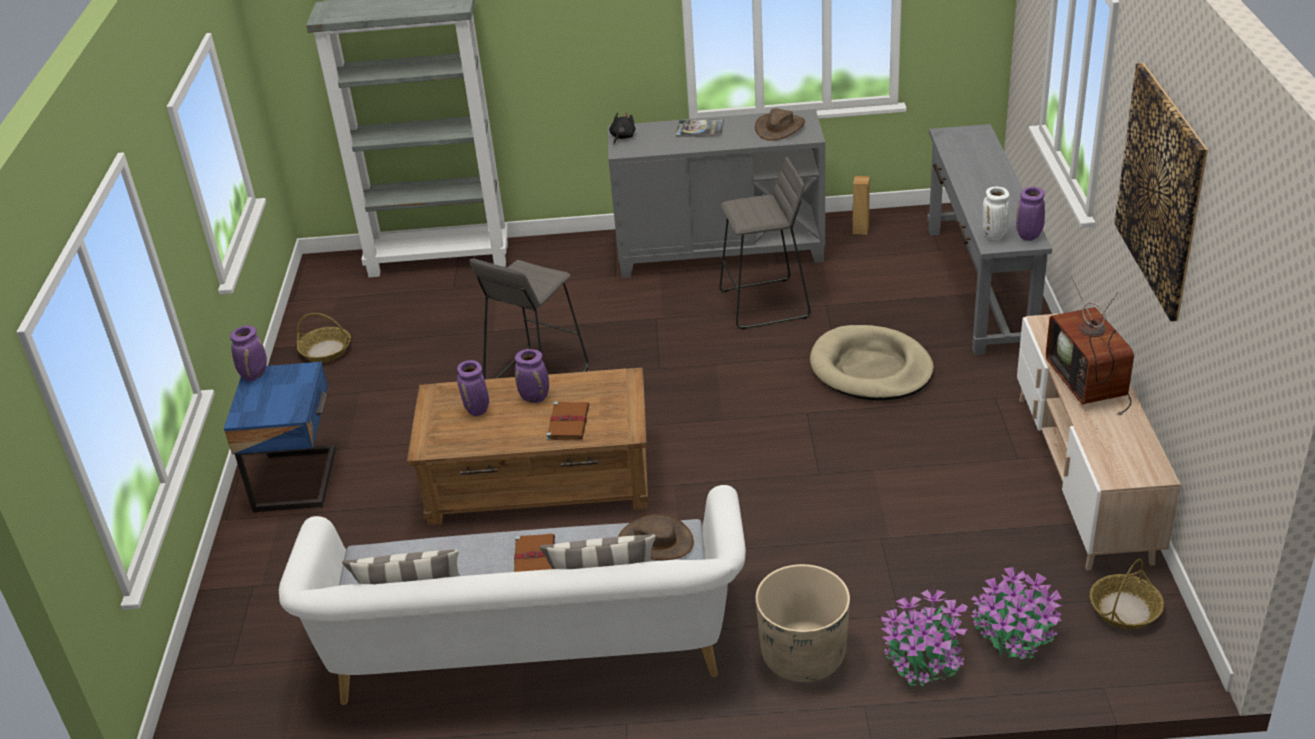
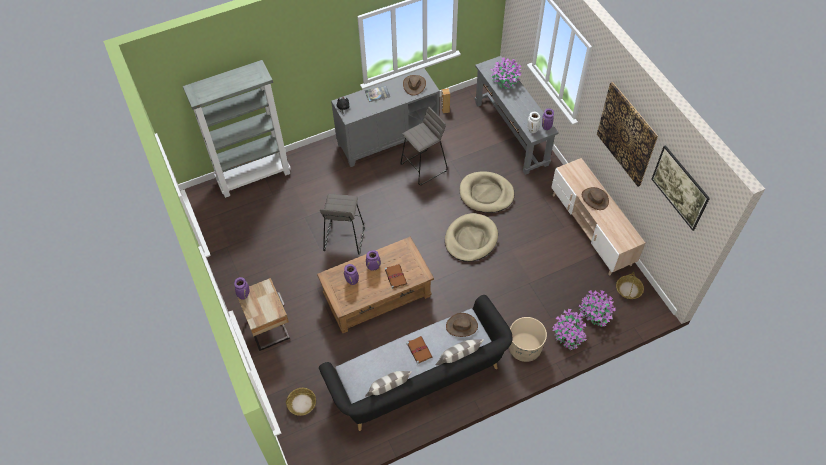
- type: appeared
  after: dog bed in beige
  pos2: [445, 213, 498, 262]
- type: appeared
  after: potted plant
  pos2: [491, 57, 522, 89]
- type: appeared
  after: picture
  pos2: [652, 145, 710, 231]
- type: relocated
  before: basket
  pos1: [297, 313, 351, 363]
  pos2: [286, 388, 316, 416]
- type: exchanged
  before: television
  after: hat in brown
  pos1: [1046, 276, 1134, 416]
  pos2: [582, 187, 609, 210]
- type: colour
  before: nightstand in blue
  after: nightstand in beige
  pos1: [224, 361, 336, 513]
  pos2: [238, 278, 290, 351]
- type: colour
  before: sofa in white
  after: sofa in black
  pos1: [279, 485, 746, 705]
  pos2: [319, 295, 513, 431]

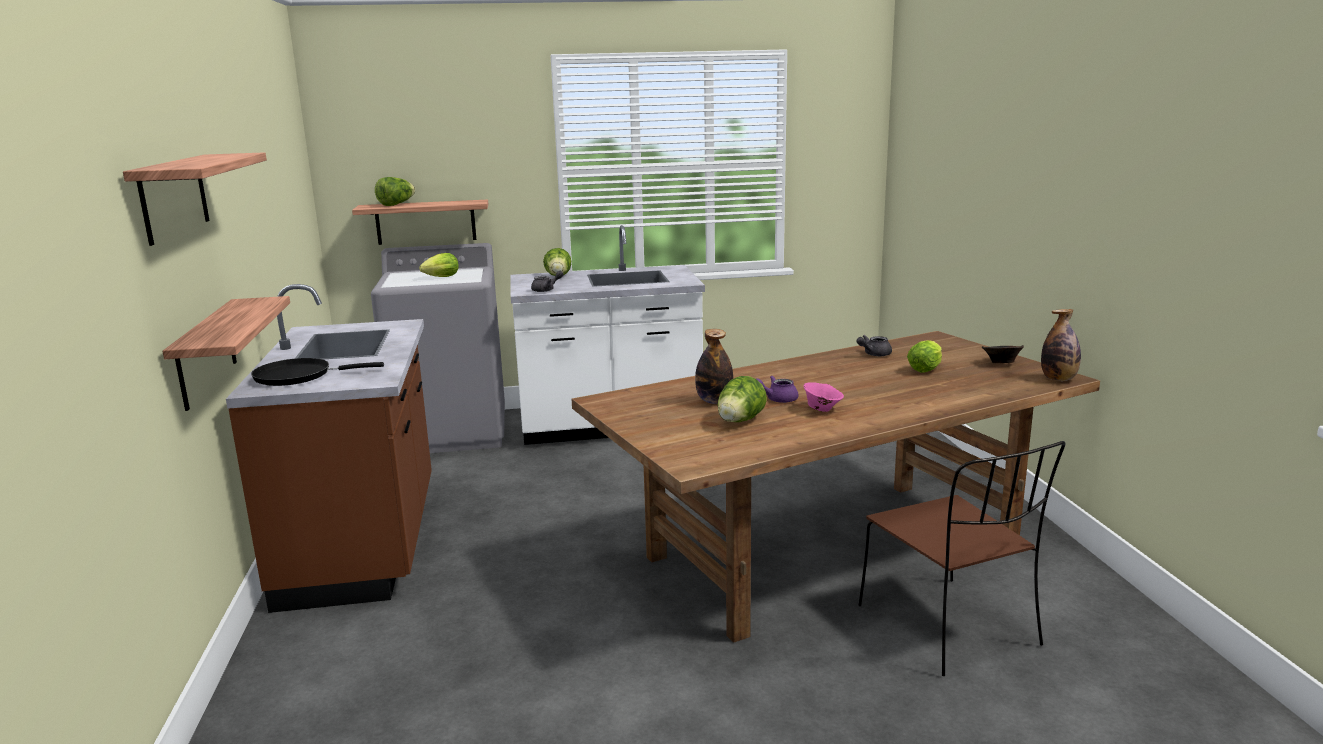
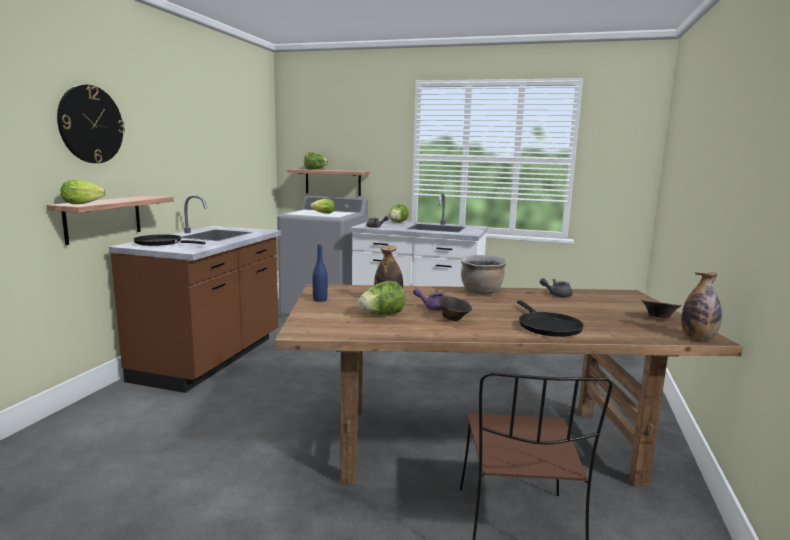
- type: appeared
  after: bottle in blue
  pos2: [313, 244, 328, 302]
- type: appeared
  after: cooking pot in brown
  pos2: [461, 255, 507, 294]
- type: appeared
  after: frying pan in black
  pos2: [517, 300, 584, 337]
- type: relocated
  before: lettuce
  pos1: [907, 340, 942, 373]
  pos2: [60, 180, 106, 204]
- type: exchanged
  before: shelf
  after: wall clock
  pos1: [123, 152, 267, 246]
  pos2: [57, 85, 125, 163]
- type: colour
  before: bowl in pink
  after: bowl in brown
  pos1: [803, 382, 844, 412]
  pos2: [438, 296, 472, 321]

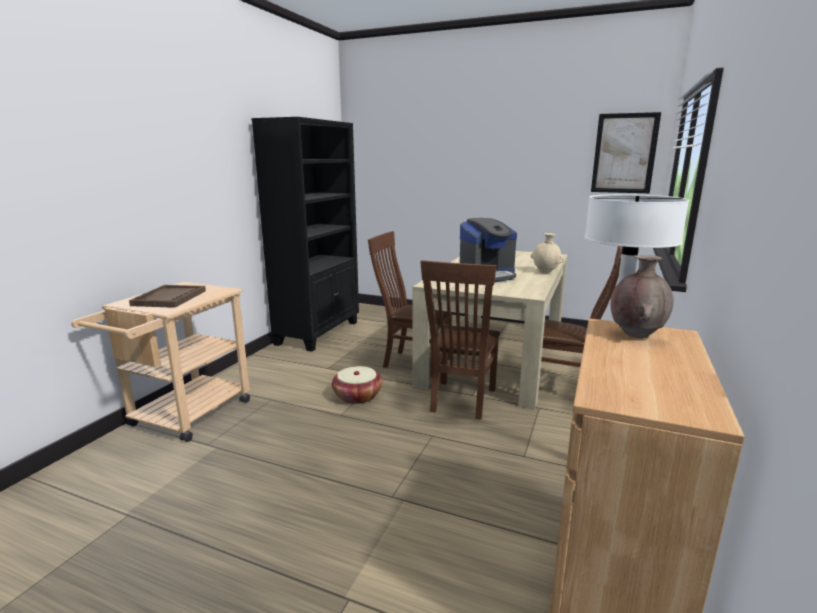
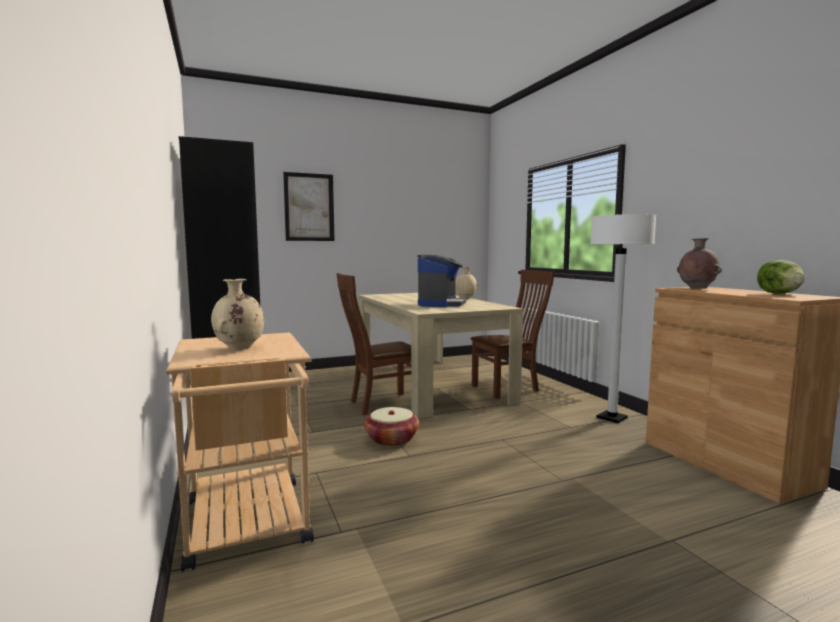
- type: missing
  before: chair in brown
  pos1: [420, 260, 500, 420]
- type: appeared
  after: lettuce
  pos2: [757, 260, 805, 294]
- type: relocated
  before: picture
  pos1: [591, 112, 661, 193]
  pos2: [283, 172, 335, 241]
- type: exchanged
  before: tray in brown
  after: vase in beige
  pos1: [129, 285, 206, 308]
  pos2: [211, 279, 264, 350]

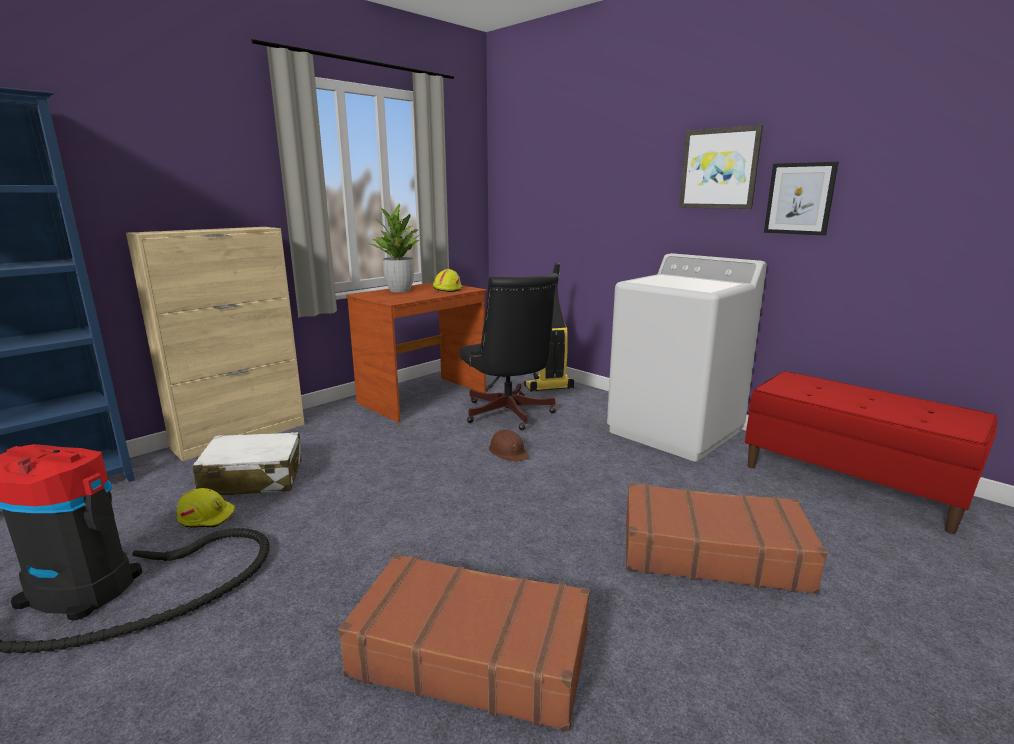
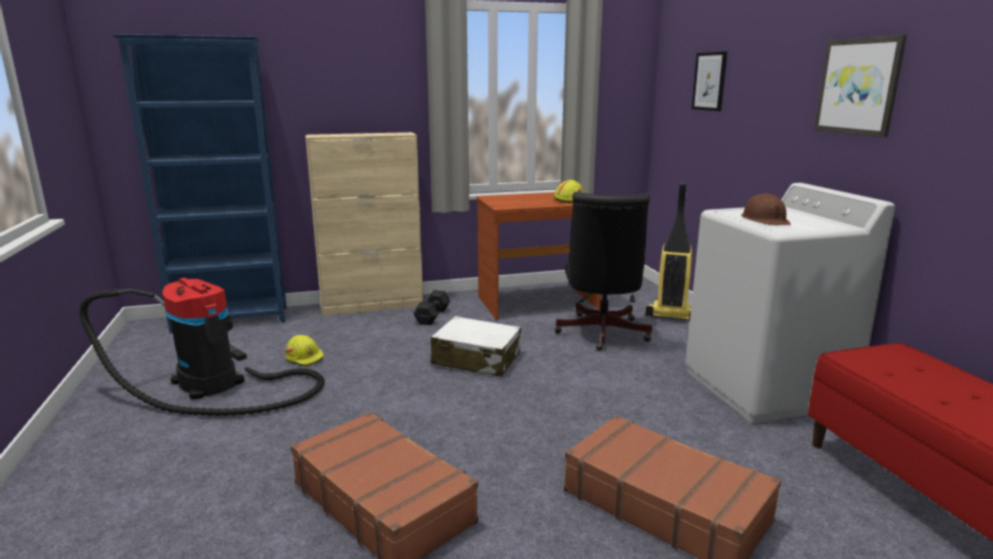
- type: missing
  before: potted plant
  pos1: [371, 204, 419, 293]
- type: appeared
  after: dumbbell in black
  pos2: [413, 290, 450, 325]
- type: relocated
  before: suitcase in white
  pos1: [193, 432, 302, 495]
  pos2: [431, 316, 521, 377]
- type: relocated
  before: hard hat in brown
  pos1: [489, 430, 530, 462]
  pos2: [741, 193, 791, 225]
- type: relocated
  before: picture
  pos1: [764, 162, 839, 236]
  pos2: [692, 51, 727, 111]

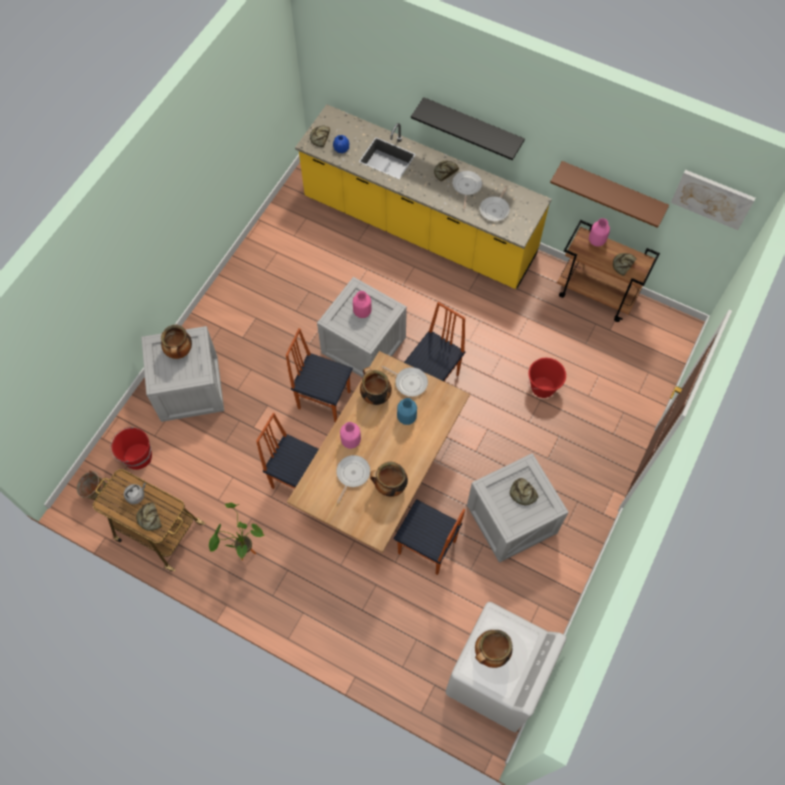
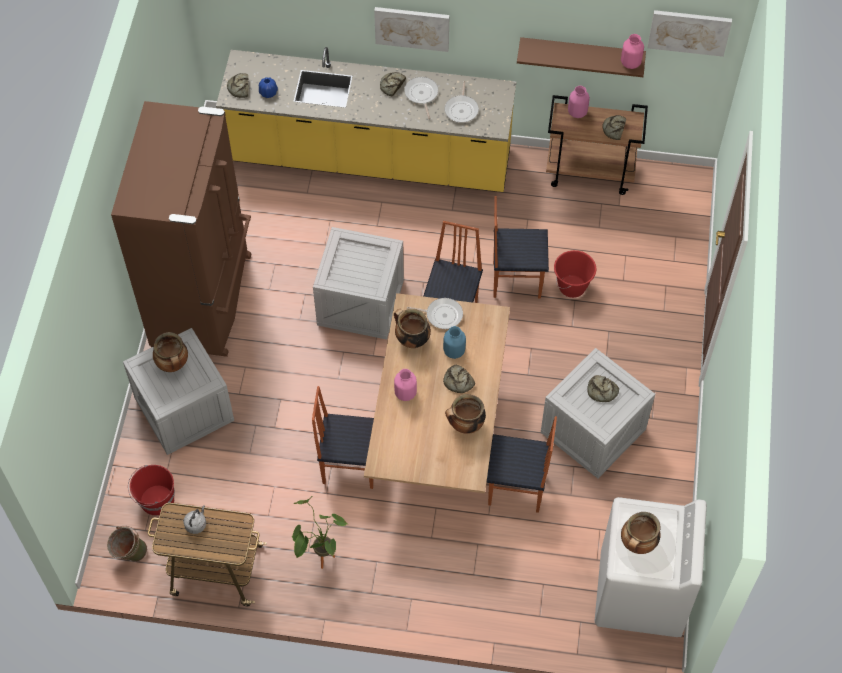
- type: missing
  before: frying pan
  pos1: [336, 455, 370, 503]
- type: appeared
  after: fridge in brown
  pos2: [111, 101, 251, 357]
- type: relocated
  before: bread
  pos1: [136, 502, 162, 531]
  pos2: [443, 365, 475, 393]
- type: relocated
  before: chair
  pos1: [286, 328, 353, 422]
  pos2: [493, 196, 549, 298]
- type: relocated
  before: vase in pink
  pos1: [353, 291, 371, 318]
  pos2: [621, 34, 644, 69]
- type: exchanged
  before: shelf in black
  after: picture
  pos1: [411, 97, 525, 160]
  pos2: [374, 7, 450, 52]

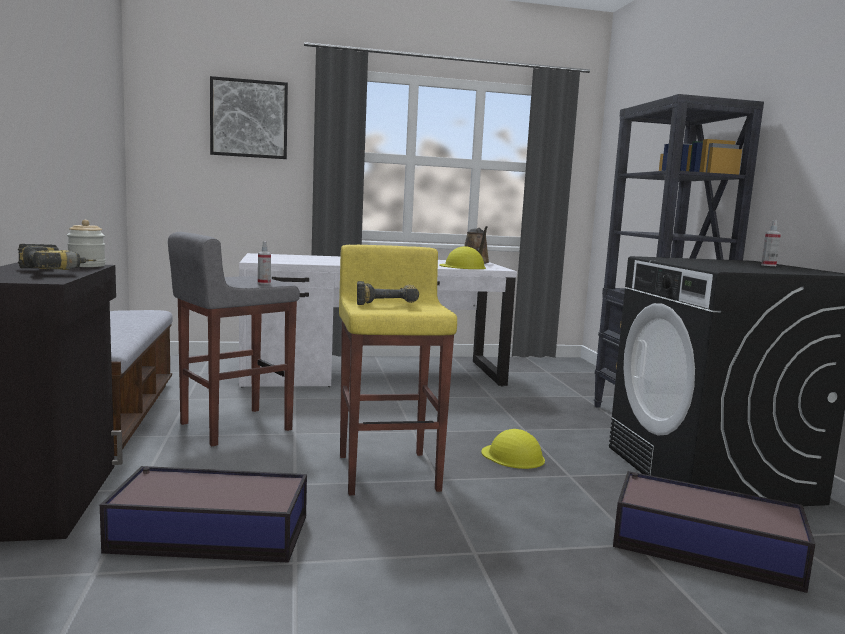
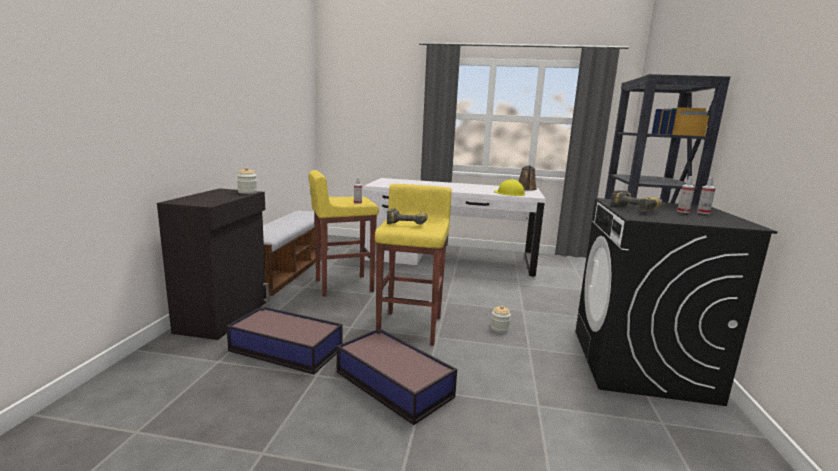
- type: missing
  before: picture
  pos1: [210, 76, 288, 159]
- type: appeared
  after: spray bottle
  pos2: [677, 176, 695, 213]
- type: relocated
  before: power drill
  pos1: [18, 244, 97, 270]
  pos2: [611, 191, 666, 210]
- type: relocated
  before: storage box
  pos1: [613, 471, 815, 593]
  pos2: [337, 329, 457, 425]
- type: exchanged
  before: hard hat in yellow
  after: jar
  pos1: [481, 429, 545, 469]
  pos2: [491, 305, 511, 333]
- type: colour
  before: stool in grey
  after: stool in yellow
  pos1: [168, 232, 300, 446]
  pos2: [309, 170, 379, 297]

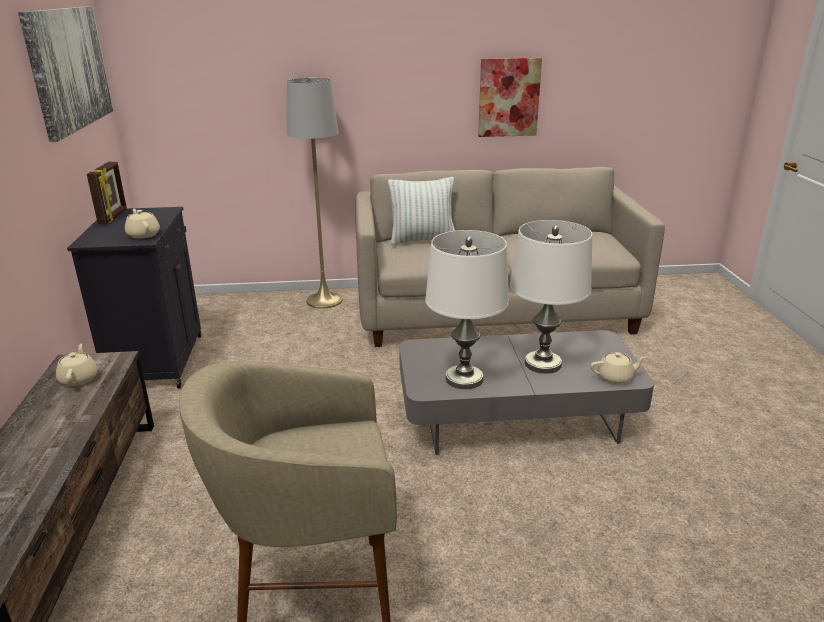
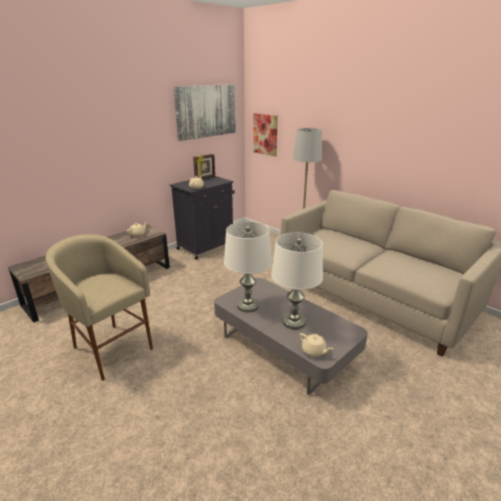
- type: missing
  before: pillow
  pos1: [388, 177, 455, 245]
- type: relocated
  before: picture
  pos1: [478, 58, 542, 137]
  pos2: [253, 113, 278, 156]

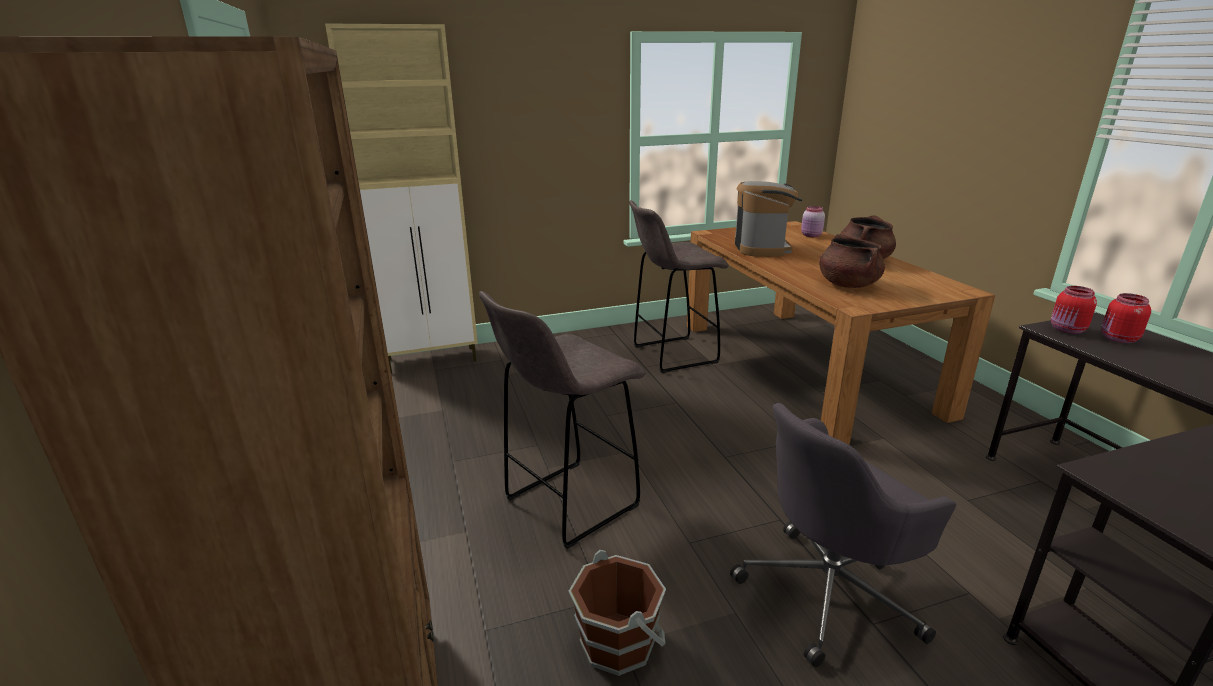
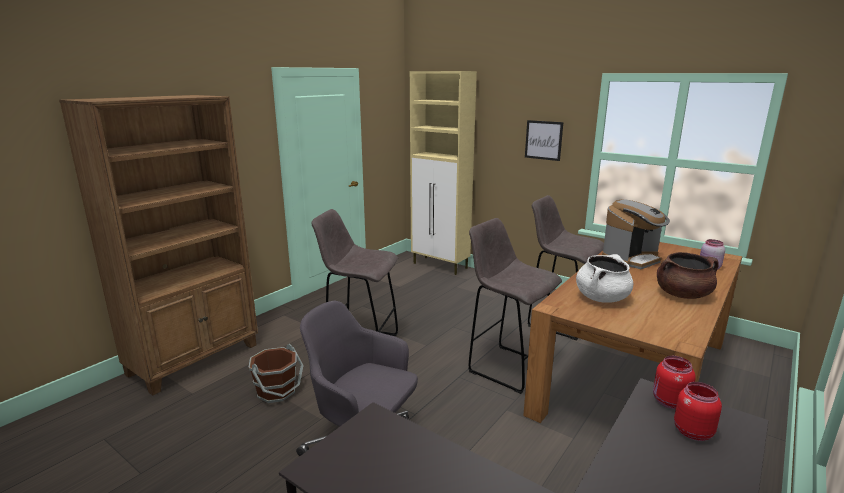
- type: appeared
  after: stool in grey
  pos2: [468, 218, 562, 394]
- type: appeared
  after: picture
  pos2: [525, 120, 563, 161]
- type: colour
  before: cooking pot in brown
  after: cooking pot in white
  pos1: [819, 234, 885, 288]
  pos2: [576, 254, 633, 303]

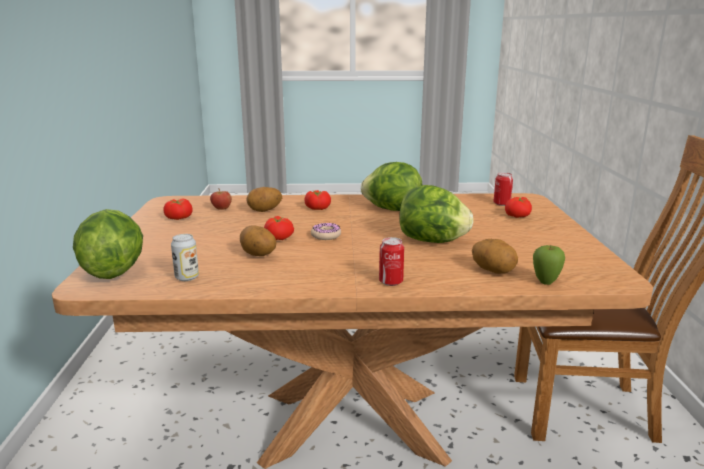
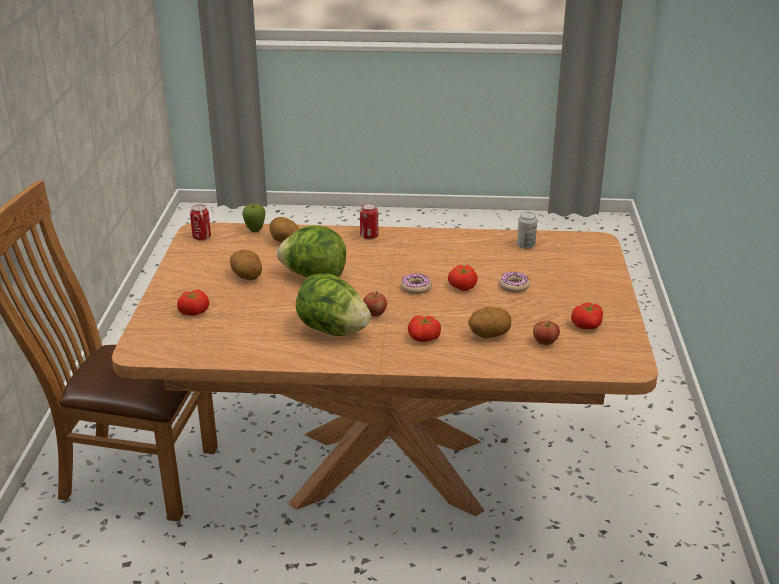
- type: missing
  before: lettuce
  pos1: [73, 209, 143, 279]
- type: appeared
  after: apple
  pos2: [363, 291, 387, 317]
- type: appeared
  after: donut
  pos2: [499, 272, 530, 292]
- type: relocated
  before: potato
  pos1: [240, 225, 277, 256]
  pos2: [230, 250, 262, 281]
- type: relocated
  before: can
  pos1: [493, 172, 513, 206]
  pos2: [190, 204, 211, 241]

